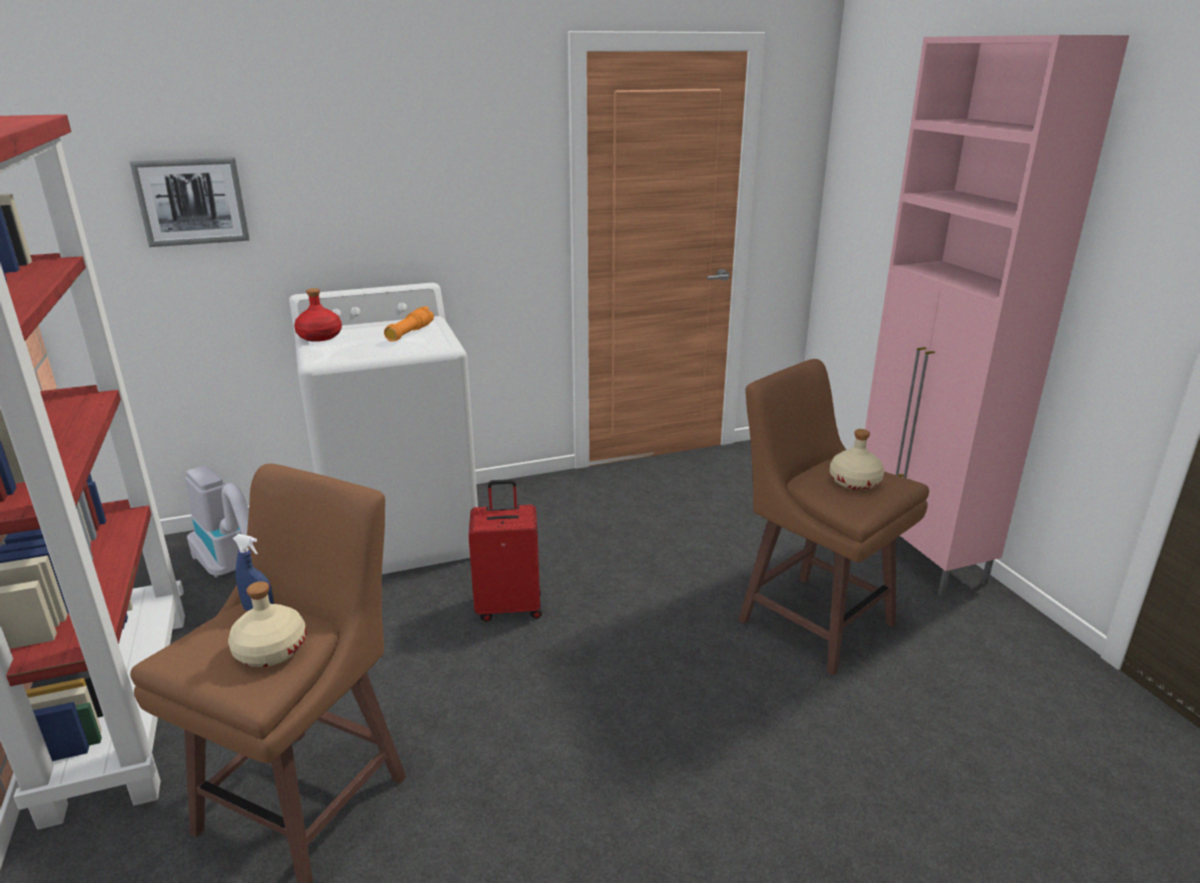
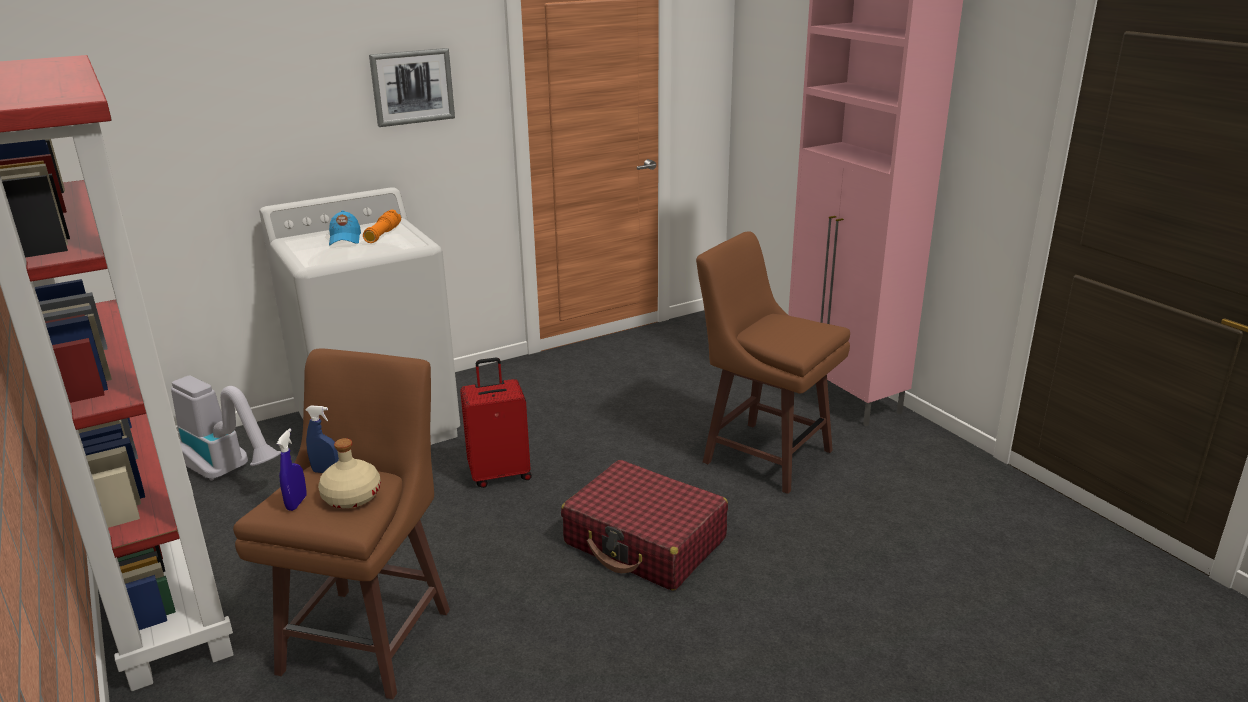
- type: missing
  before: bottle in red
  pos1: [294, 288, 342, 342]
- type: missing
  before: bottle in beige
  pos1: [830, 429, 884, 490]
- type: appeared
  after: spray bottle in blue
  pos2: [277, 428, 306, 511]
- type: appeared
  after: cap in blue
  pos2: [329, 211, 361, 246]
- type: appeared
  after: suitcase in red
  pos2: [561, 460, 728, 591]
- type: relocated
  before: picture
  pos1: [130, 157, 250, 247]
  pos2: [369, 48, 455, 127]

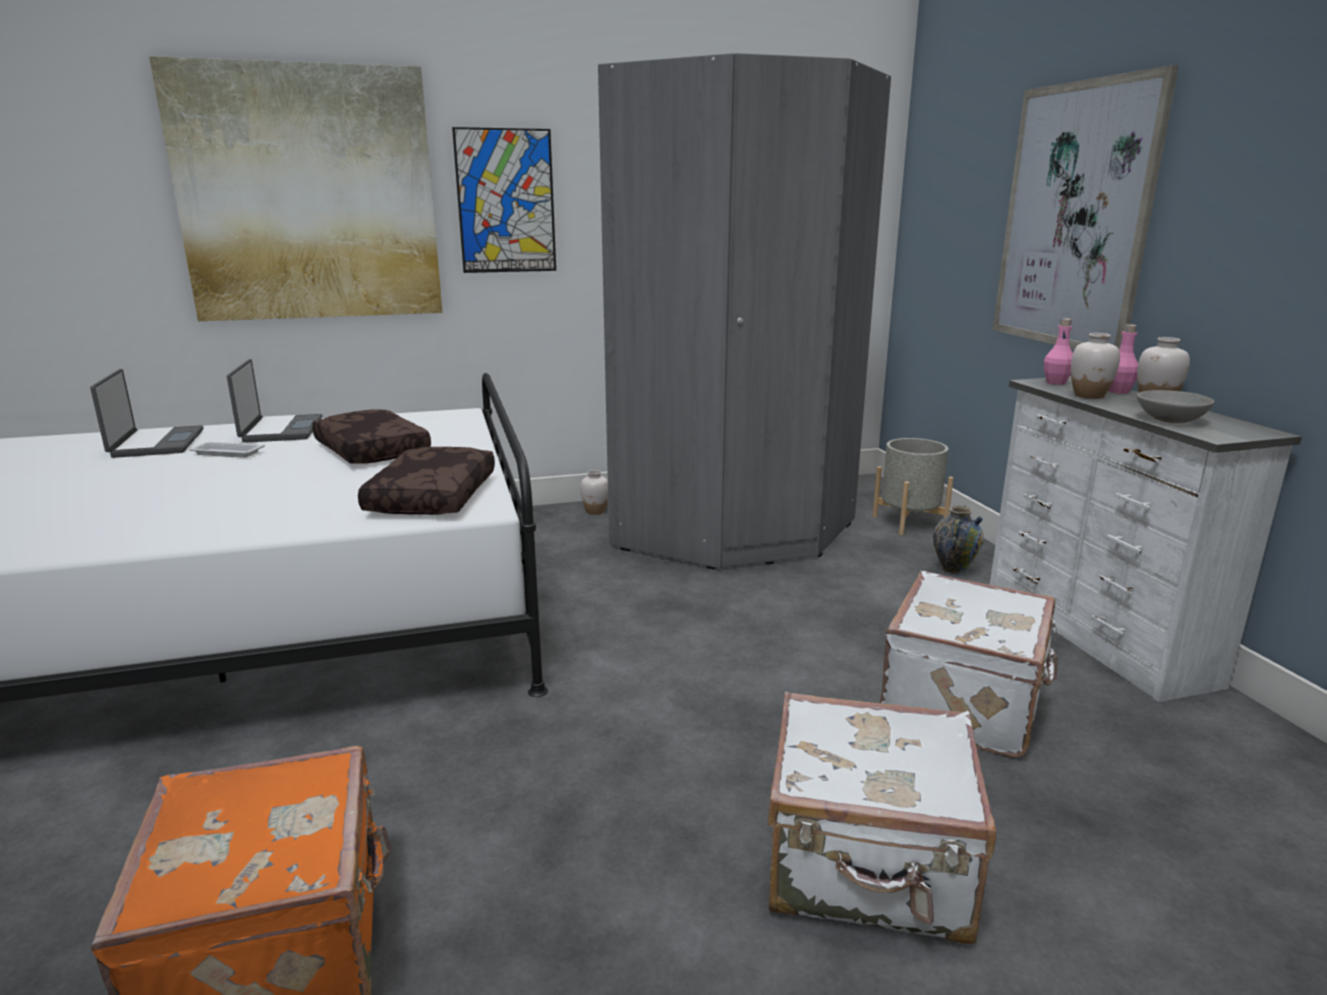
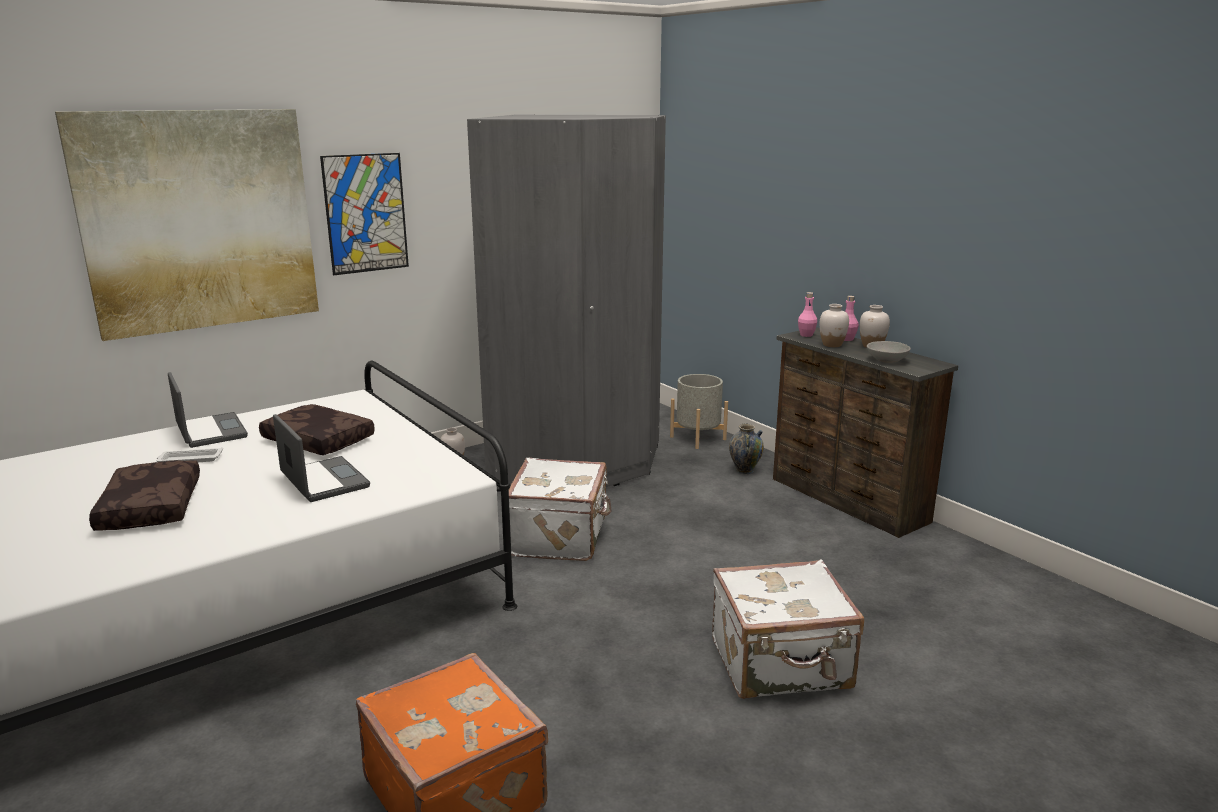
- type: missing
  before: picture
  pos1: [993, 65, 1179, 349]
- type: relocated
  before: laptop
  pos1: [90, 369, 204, 458]
  pos2: [273, 414, 370, 502]
- type: relocated
  before: pillow in brown
  pos1: [358, 447, 495, 515]
  pos2: [89, 460, 200, 531]
- type: relocated
  before: suitcase in white
  pos1: [880, 571, 1058, 758]
  pos2: [509, 458, 611, 561]
- type: colour
  before: dresser in white
  after: dresser in brown
  pos1: [990, 376, 1302, 702]
  pos2: [773, 327, 958, 538]

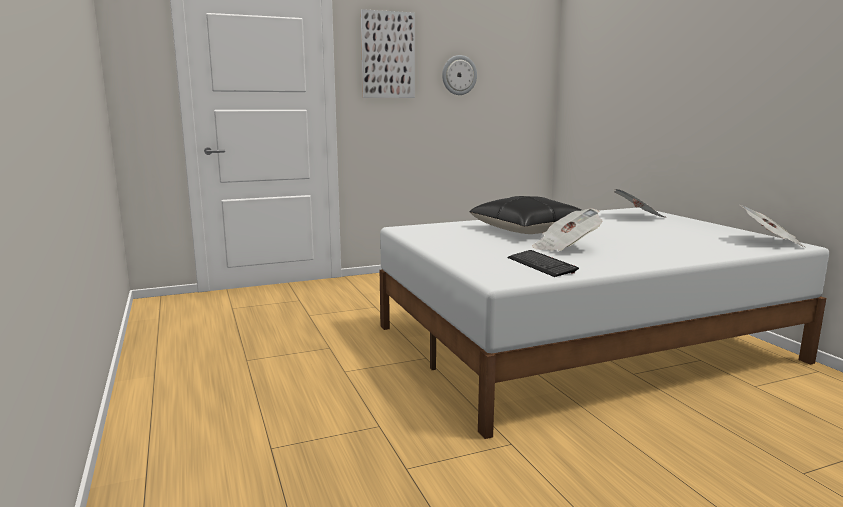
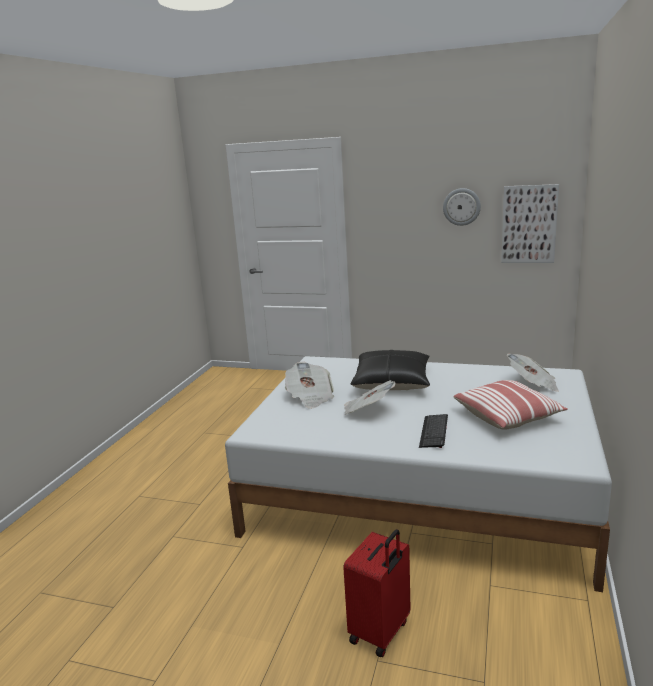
- type: appeared
  after: suitcase in red
  pos2: [343, 529, 410, 658]
- type: appeared
  after: pillow
  pos2: [453, 380, 568, 430]
- type: relocated
  before: picture
  pos1: [361, 9, 415, 98]
  pos2: [501, 184, 559, 263]
- type: relocated
  before: keyboard
  pos1: [508, 250, 579, 277]
  pos2: [419, 414, 448, 448]
- type: relocated
  before: newspaper
  pos1: [740, 205, 805, 247]
  pos2: [285, 362, 334, 409]

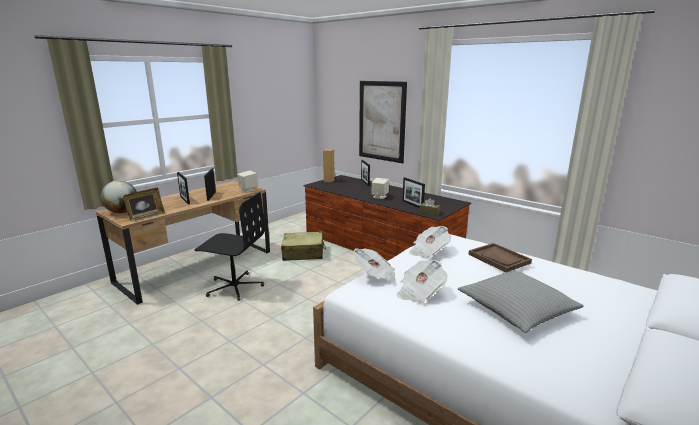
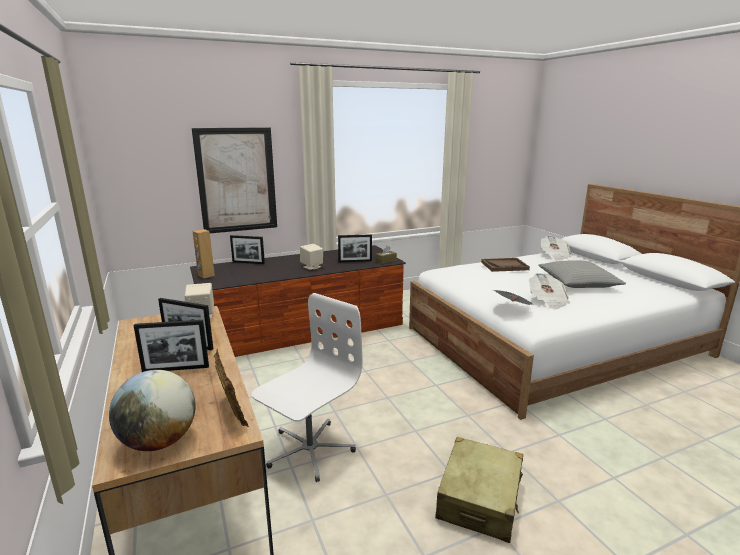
- type: relocated
  before: suitcase in beige
  pos1: [281, 231, 326, 261]
  pos2: [435, 437, 523, 543]
- type: relocated
  before: newspaper
  pos1: [409, 226, 451, 258]
  pos2: [541, 235, 571, 261]
- type: colour
  before: office chair in black
  after: office chair in white
  pos1: [195, 192, 265, 301]
  pos2: [252, 293, 363, 482]

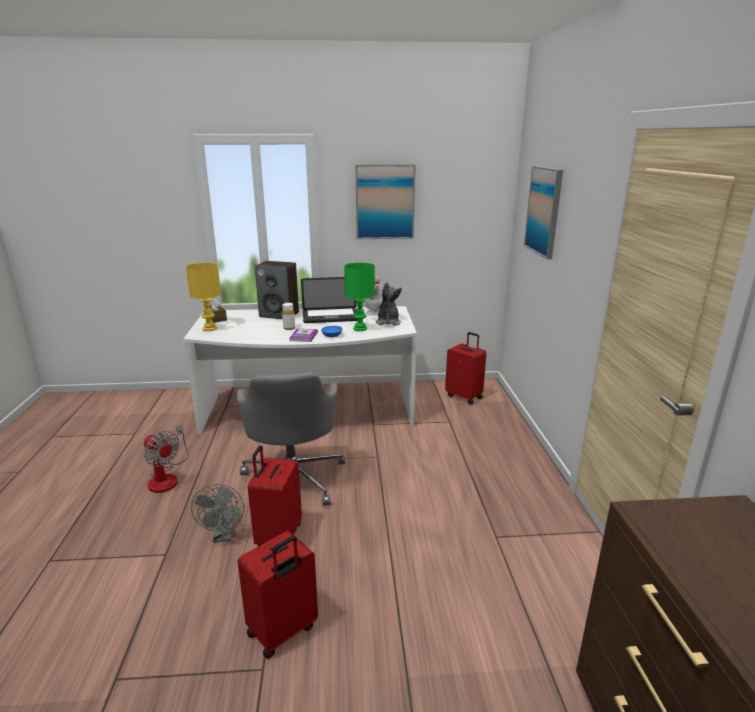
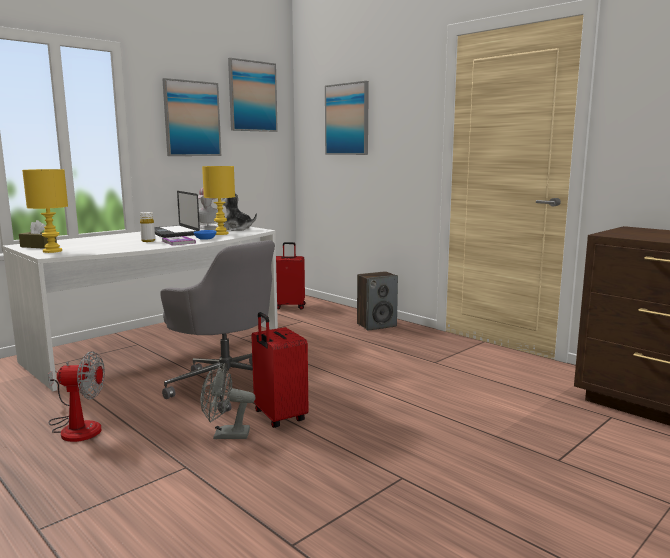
- type: missing
  before: suitcase in red
  pos1: [238, 531, 318, 659]
- type: appeared
  after: picture
  pos2: [228, 58, 278, 132]
- type: relocated
  before: speaker
  pos1: [255, 261, 299, 319]
  pos2: [357, 271, 398, 331]
- type: colour
  before: table lamp in green
  after: table lamp in yellow
  pos1: [344, 262, 375, 331]
  pos2: [202, 166, 235, 235]
- type: spun
  before: fan in grey
  pos1: [191, 484, 244, 542]
  pos2: [201, 363, 256, 439]
  turn: 135
- type: spun
  before: laptop
  pos1: [301, 277, 358, 323]
  pos2: [154, 191, 200, 238]
  turn: 105
- type: spun
  before: plush toy
  pos1: [376, 282, 402, 326]
  pos2: [221, 193, 257, 231]
  turn: -45

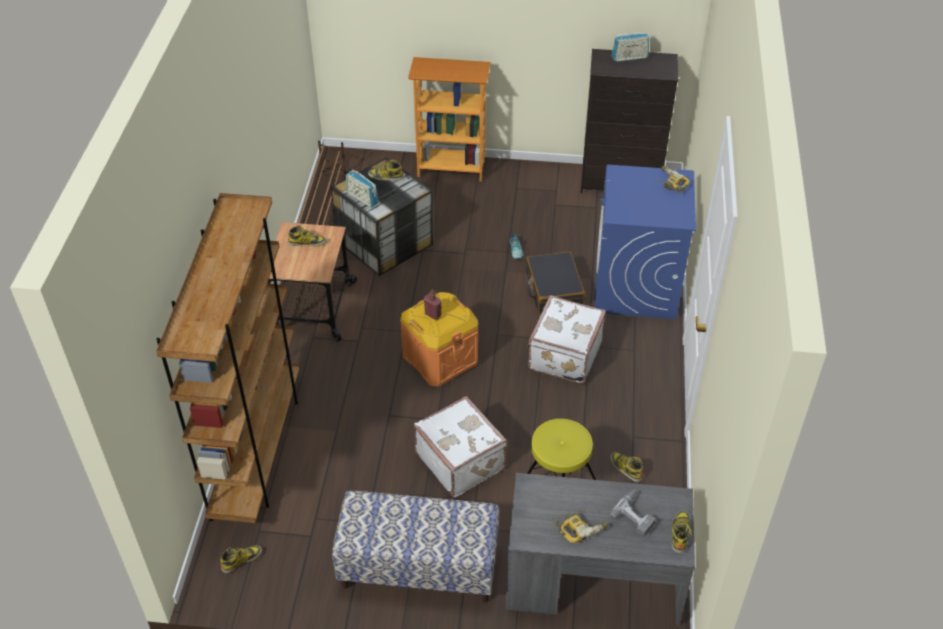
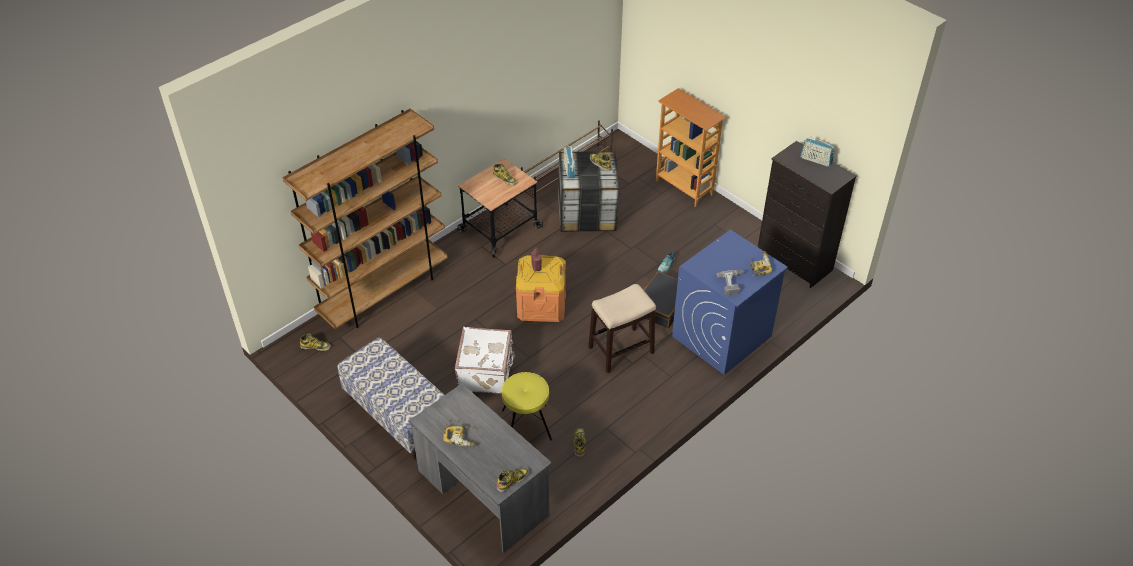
- type: relocated
  before: power drill
  pos1: [610, 489, 656, 536]
  pos2: [716, 270, 745, 295]
- type: exchanged
  before: suitcase in white
  after: stool
  pos1: [527, 295, 606, 383]
  pos2: [588, 284, 656, 373]

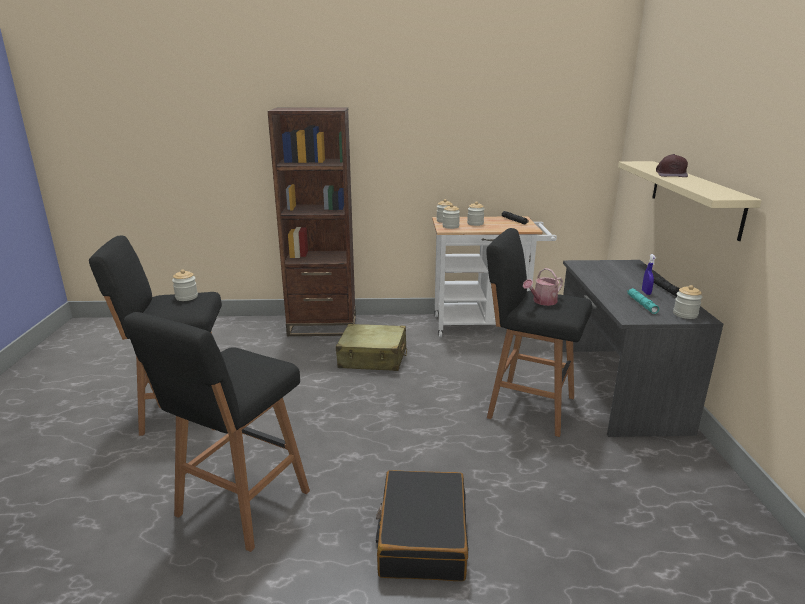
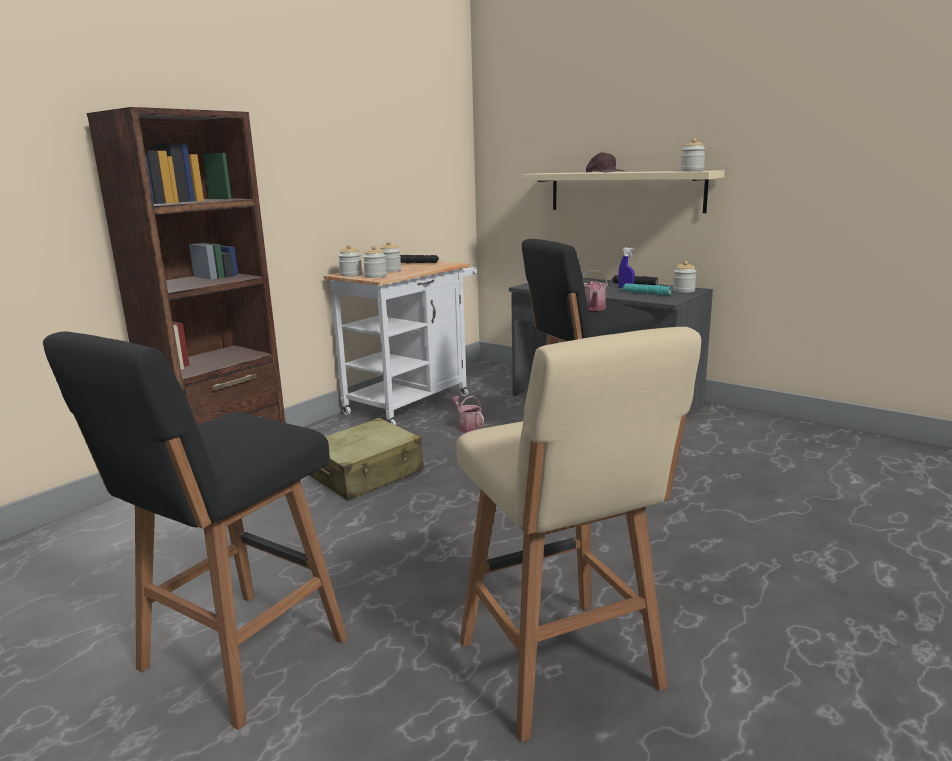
- type: missing
  before: suitcase in black
  pos1: [376, 470, 468, 581]
- type: appeared
  after: watering can
  pos2: [450, 396, 484, 433]
- type: relocated
  before: jar
  pos1: [172, 270, 198, 301]
  pos2: [681, 138, 705, 171]
- type: colour
  before: stool in black
  after: stool in beige
  pos1: [124, 312, 310, 552]
  pos2: [456, 327, 701, 742]

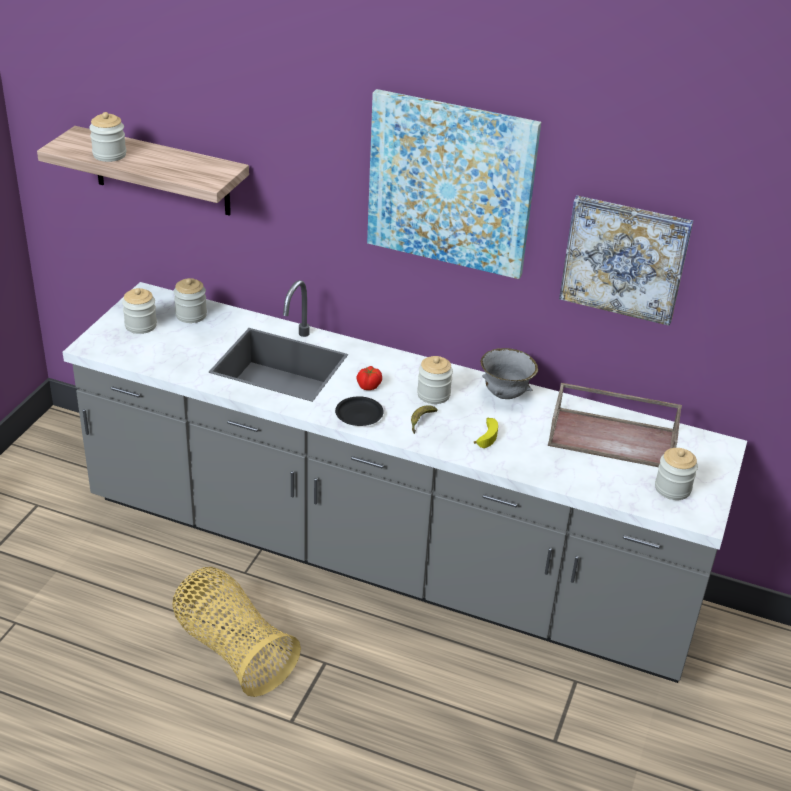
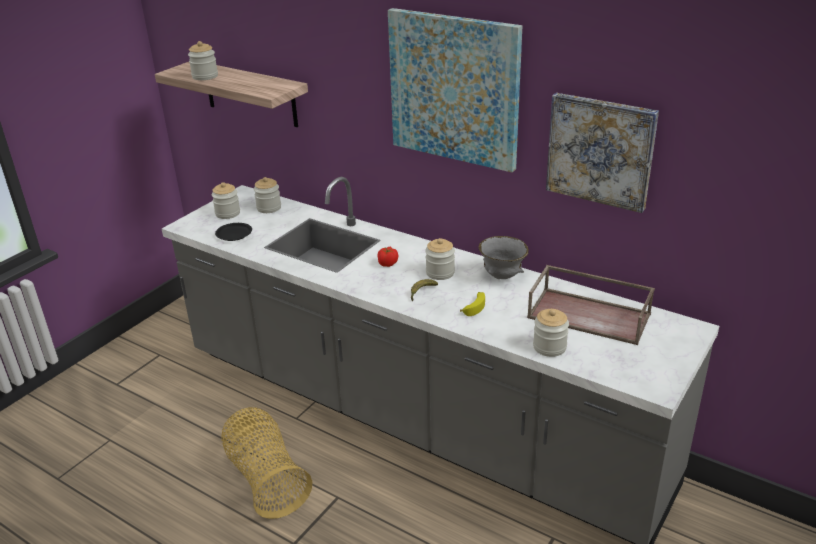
- type: relocated
  before: plate in black
  pos1: [335, 396, 384, 426]
  pos2: [215, 223, 252, 241]
- type: relocated
  before: jar
  pos1: [655, 448, 698, 500]
  pos2: [533, 309, 569, 357]

